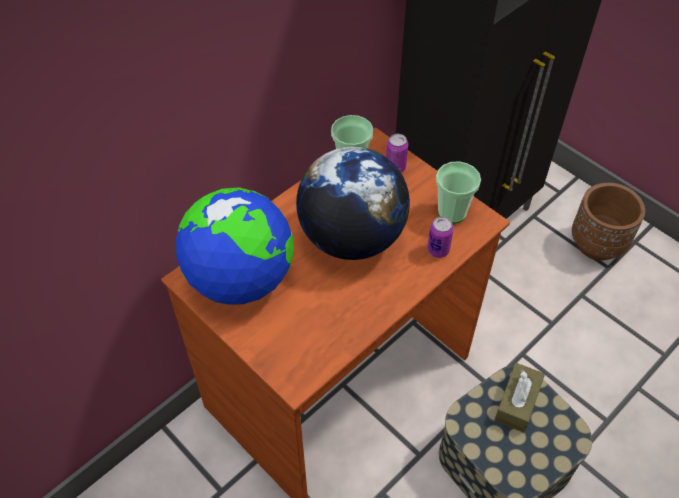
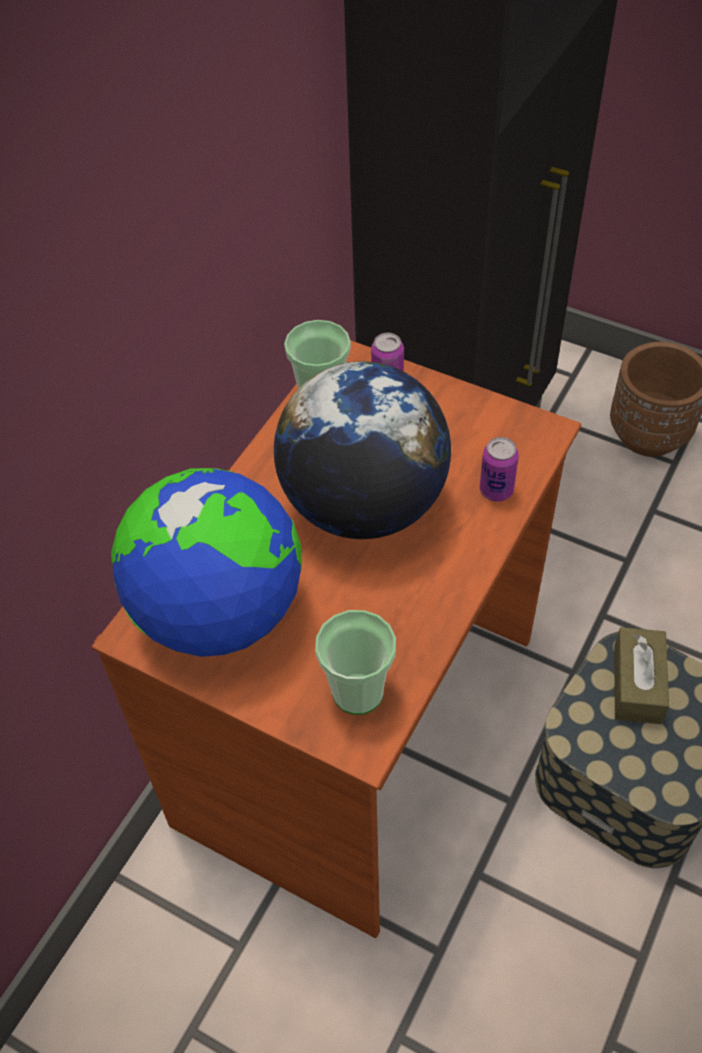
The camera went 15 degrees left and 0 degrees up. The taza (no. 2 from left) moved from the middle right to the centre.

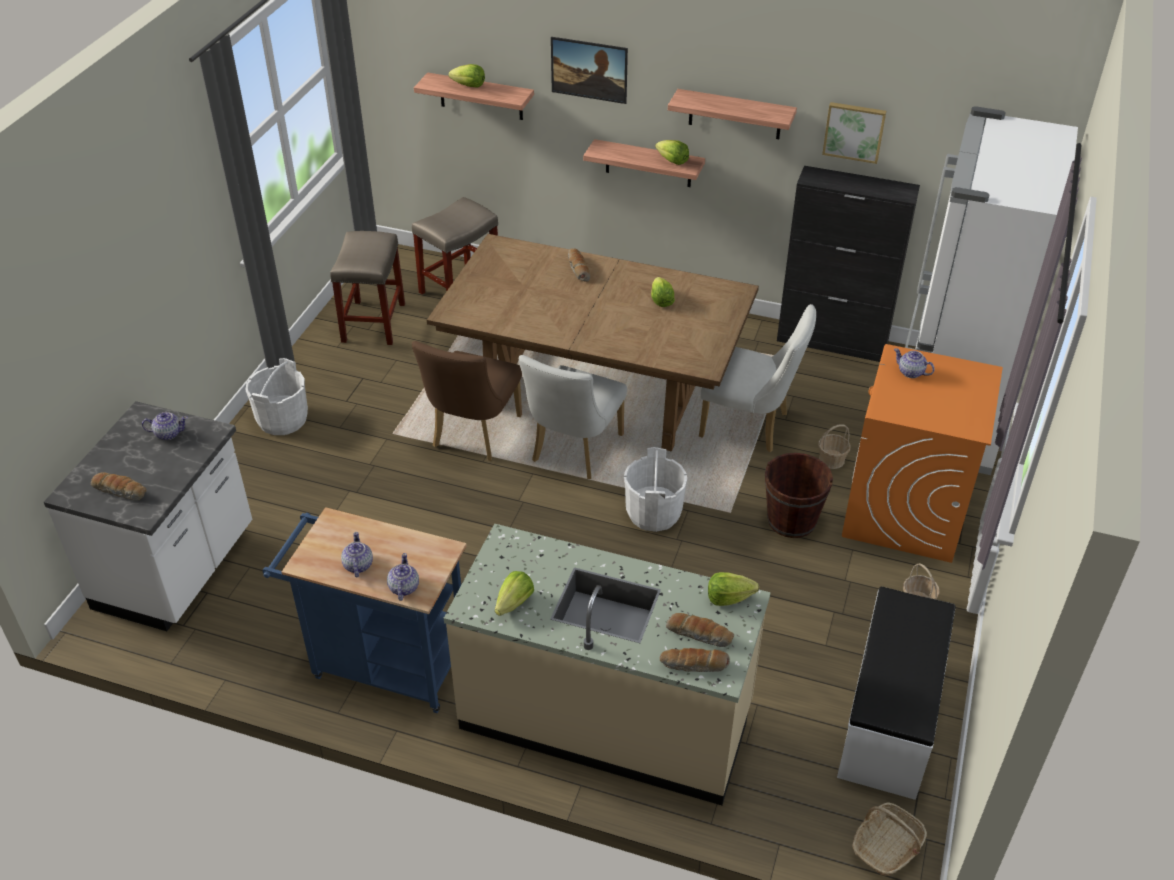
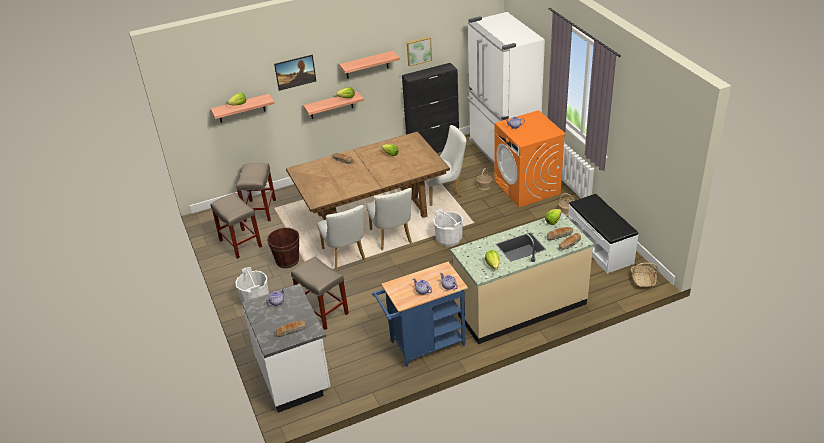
The camera went 40 degrees left and 5 degrees down. The silla (marrón) at the centre became the silla (blanco) (no. 1 from left) at the centre. The cubo (marrón) moved from the middle right to the centre. The taburete (beis) (no. 3 from left) at the centre appeared.

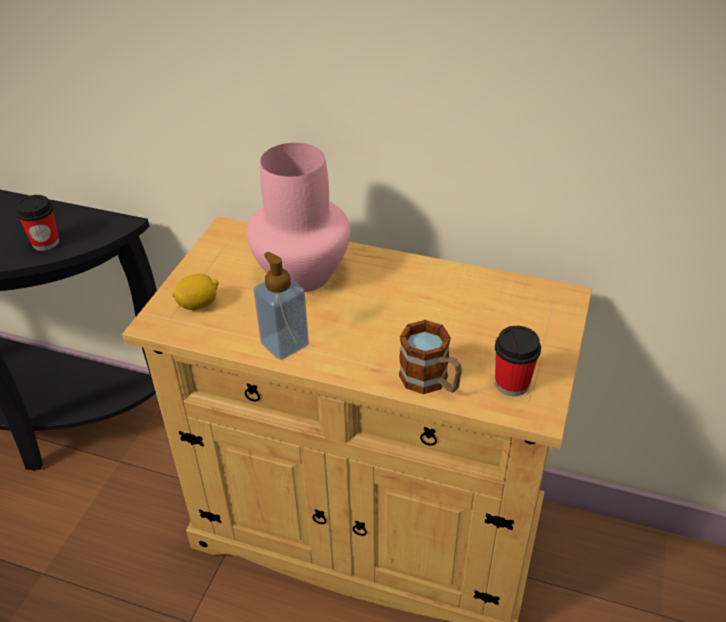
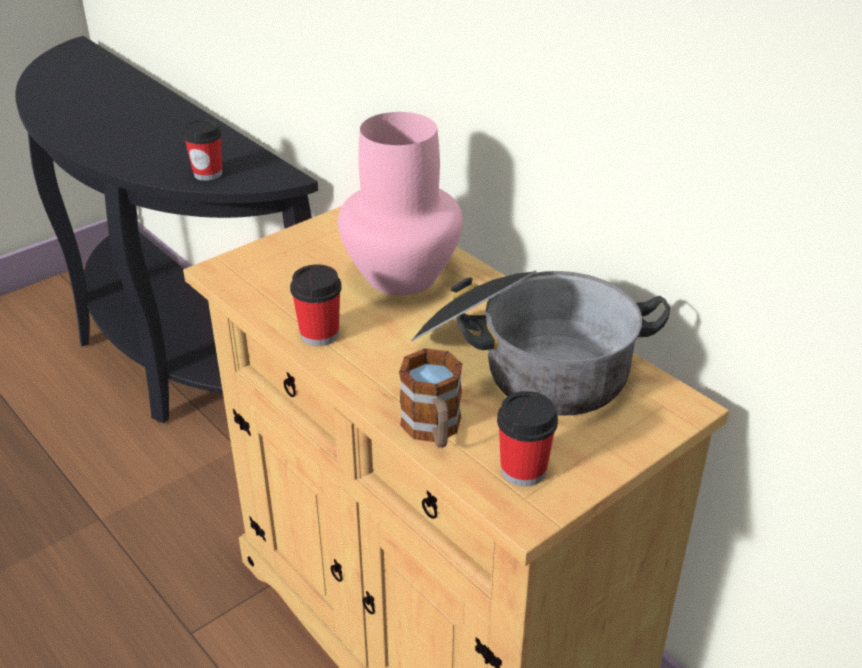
The camera went 30 degrees right and 5 degrees down. The limón at the middle left disappeared. The dispensador de jabón at the centre was replaced by the taza (no. 2 from left) at the centre. The olla at the centre appeared.

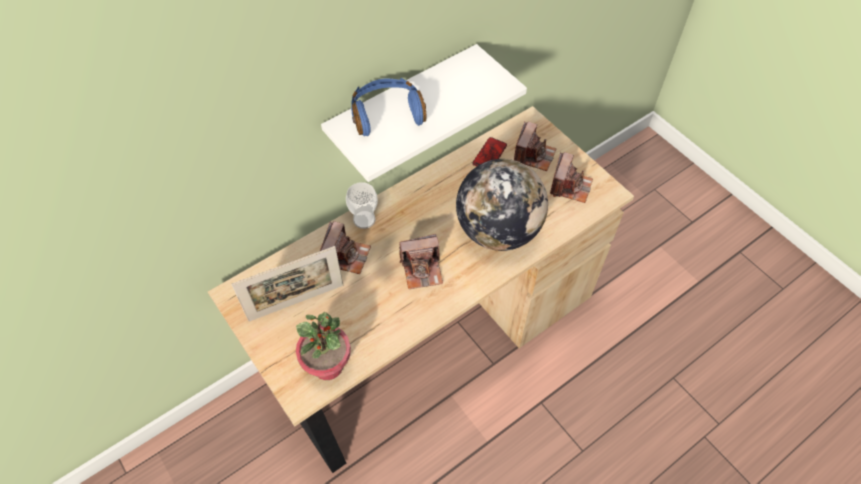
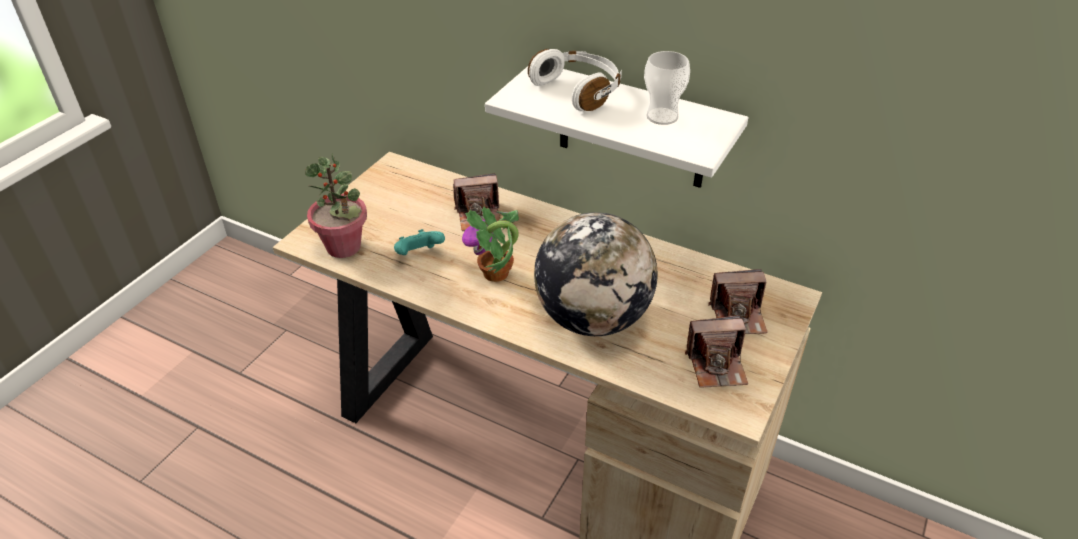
The camera went 65 degrees right and 15 degrees down. The portarretratos at the centre disappeared. The taza moved from the centre to the top centre. The auriculares (azul) at the top centre became the auriculares (blanco) at the top centre. The cámara (no. 2 from left) at the centre was replaced by the planta en maceta (no. 2 from left) at the centre. The móvil at the top centre disappeared. The mando de consola (turquesa) at the centre appeared.

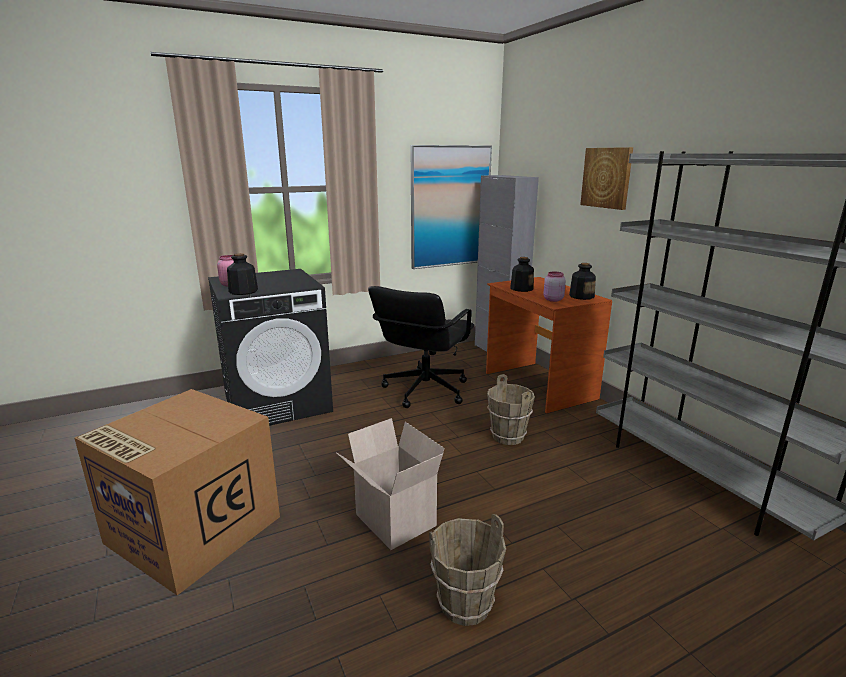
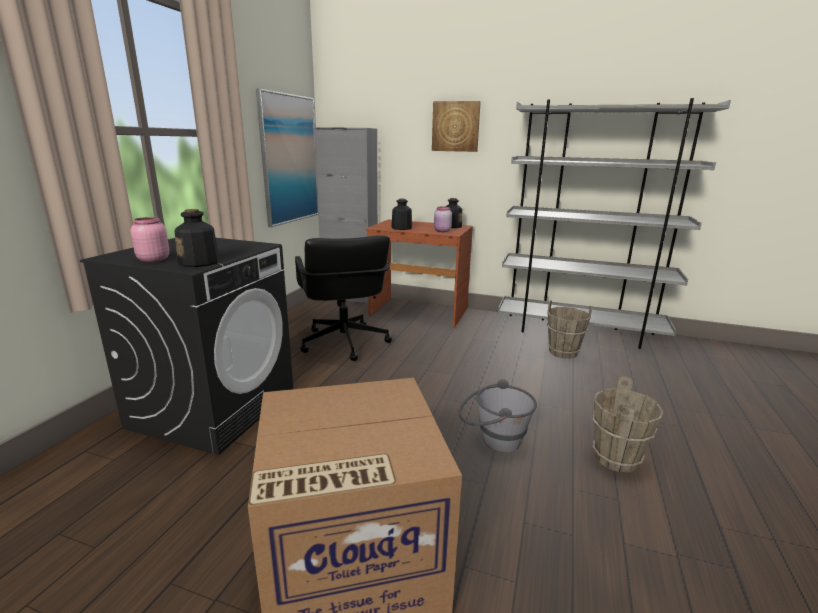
The camera went 45 degrees left and 0 degrees up. The caja de cartón (no. 2 from left) at the bottom centre was replaced by the cubo (gris) at the bottom centre. The cubo (marrón) (no. 2 from left in the first image) moved from the centre to the middle right.

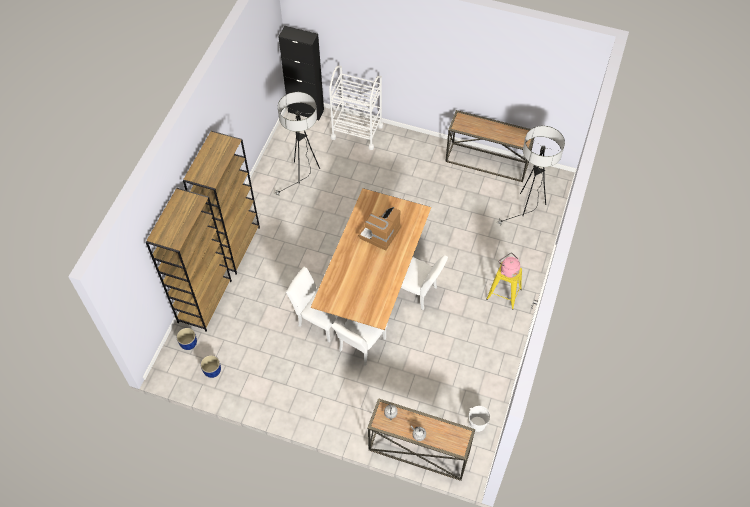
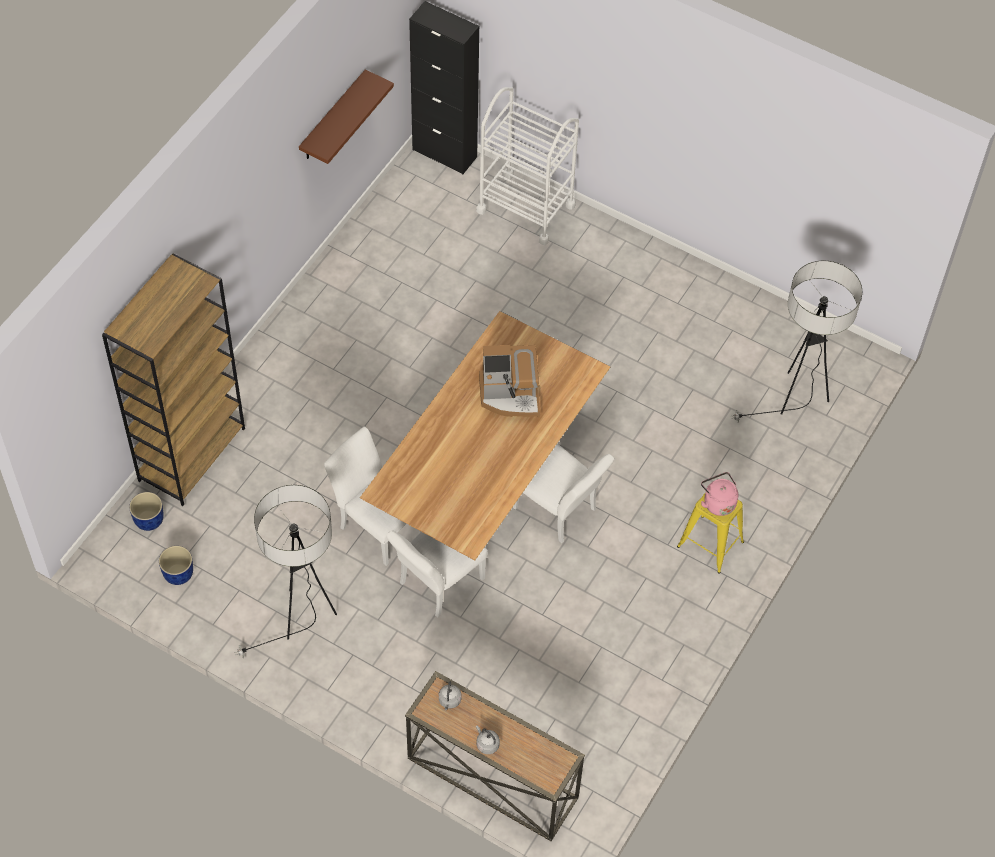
The camera went 10 degrees right and 0 degrees up. The estantería (marrón) (no. 2 from left) at the middle left disappeared. The lámpara de pie (no. 1 from left) moved from the top centre to the middle left. The cafetera at the centre turned 135 degrees counterclockwise. The mesa consola (no. 2 from left) at the top centre disappeared. The cubo (blanco) at the bottom centre disappeared. The estante (marrón) at the top centre appeared.

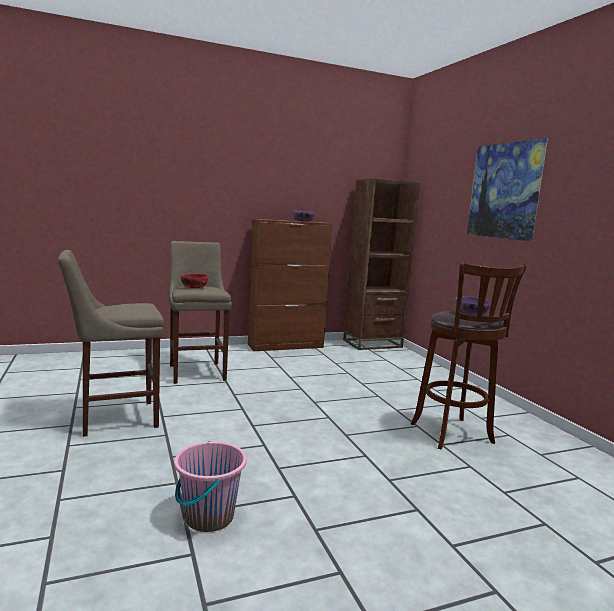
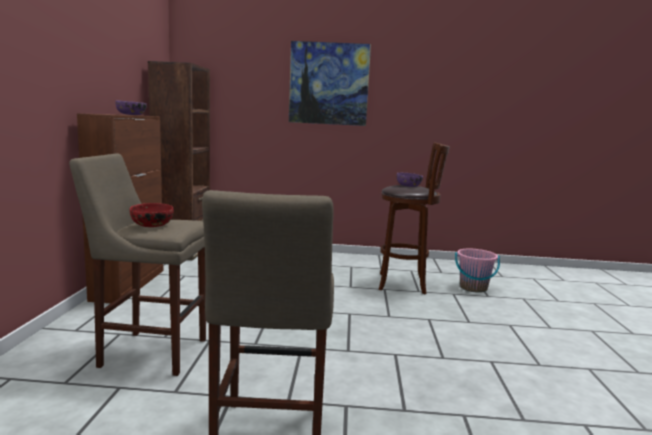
The camera went 65 degrees left and 0 degrees up. The cubo (rosa) moved from the bottom centre to the middle right.

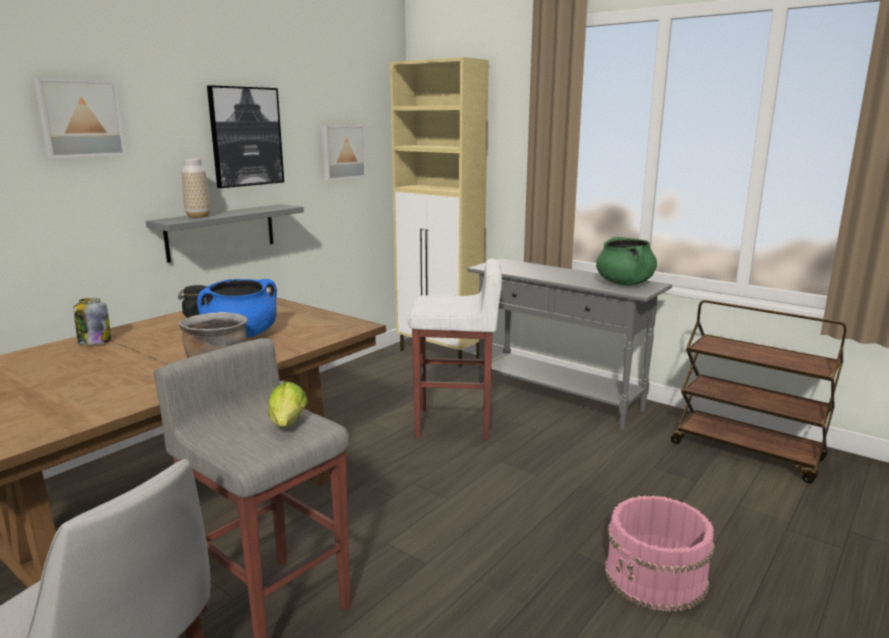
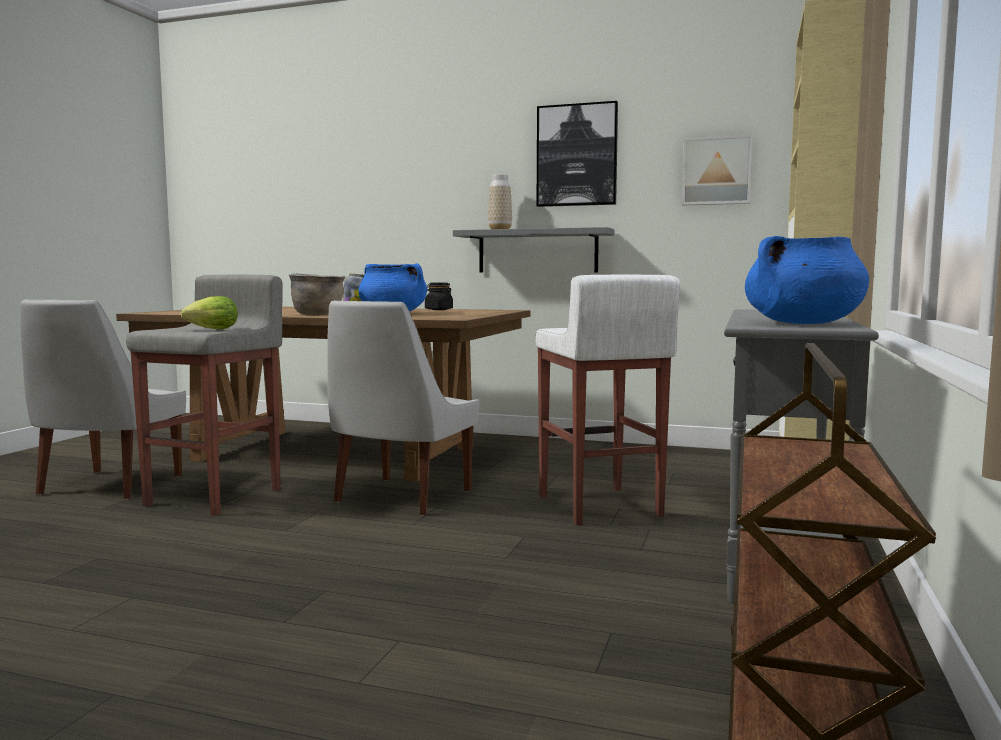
The camera went 70 degrees right and 10 degrees down. The cuadro (no. 1 from left) at the top left disappeared. The olla (verde) at the middle right became the olla (azul) (no. 2 from left) at the middle right. The cubo (rosa) at the bottom right disappeared. The silla (blanco) (no. 2 from left) at the centre appeared.

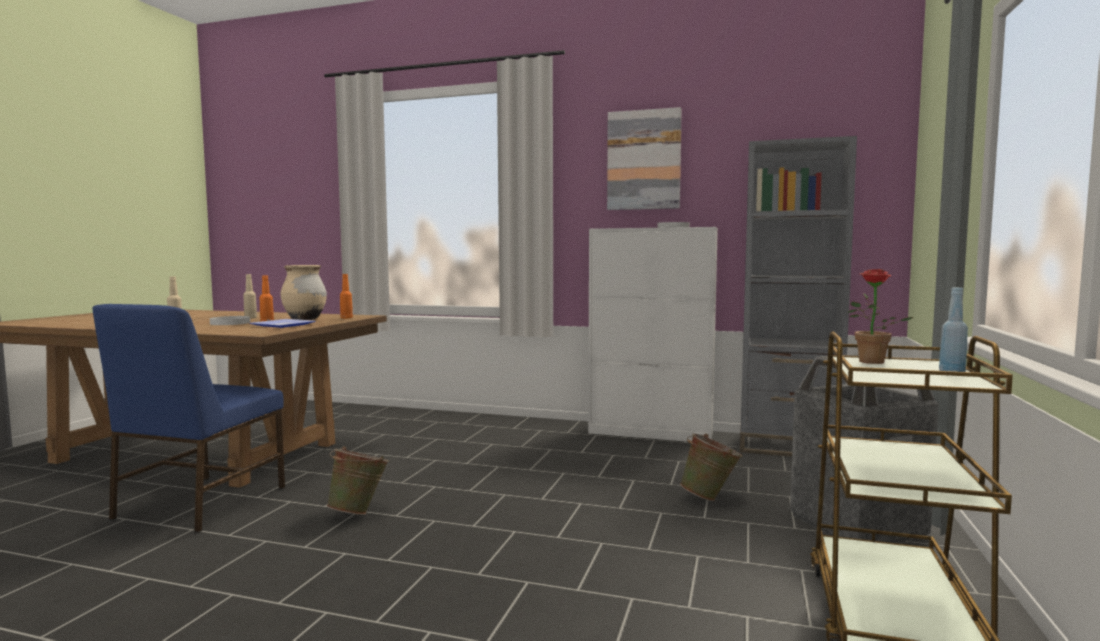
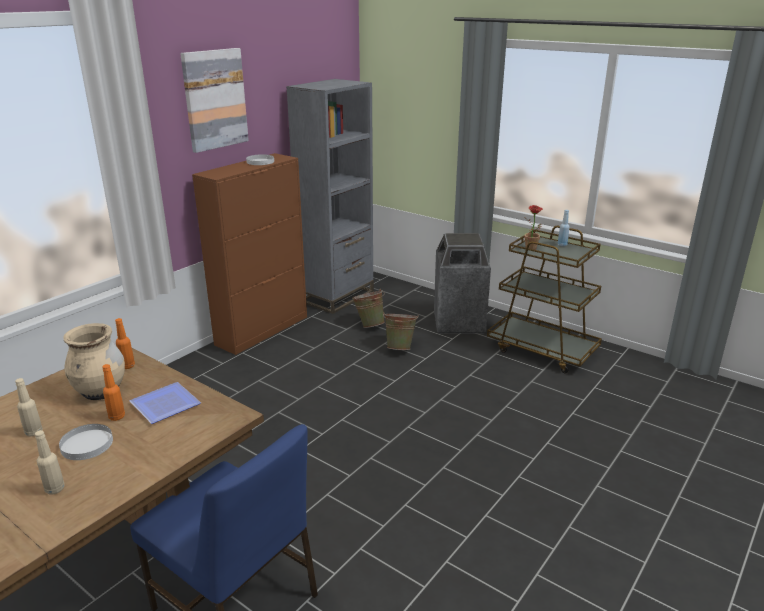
The camera went 70 degrees left and 20 degrees up. The cubo (verde) (no. 1 from left) moved from the bottom left to the centre. The armario (blanco) at the centre became the armario (marrón) at the middle left.

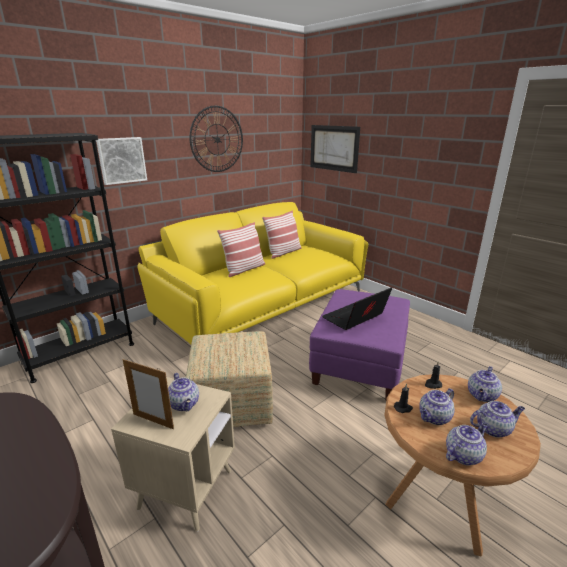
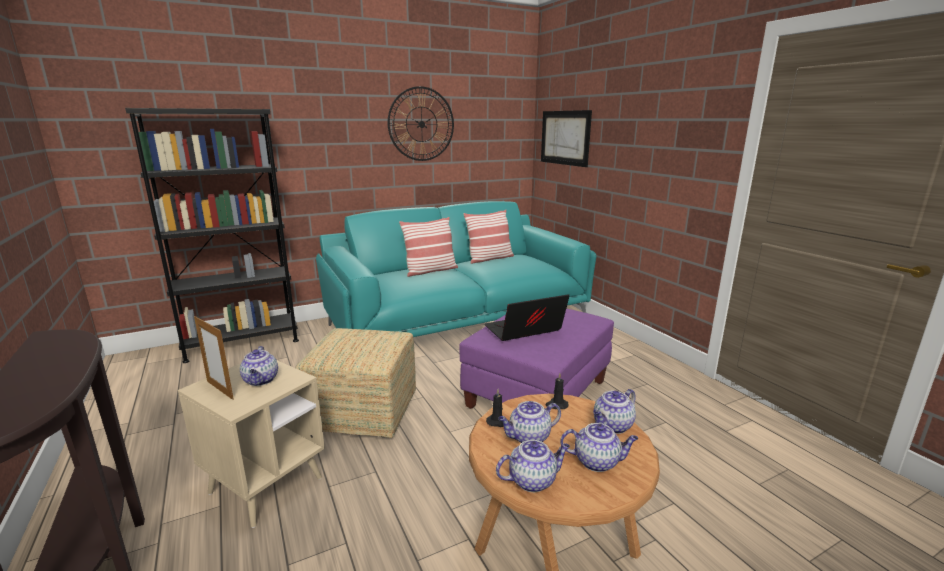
The camera went 15 degrees right and 5 degrees down. The cuadro (no. 1 from left) at the top left disappeared. The sofá (amarillo) at the centre became the sofá (turquesa) at the centre.

